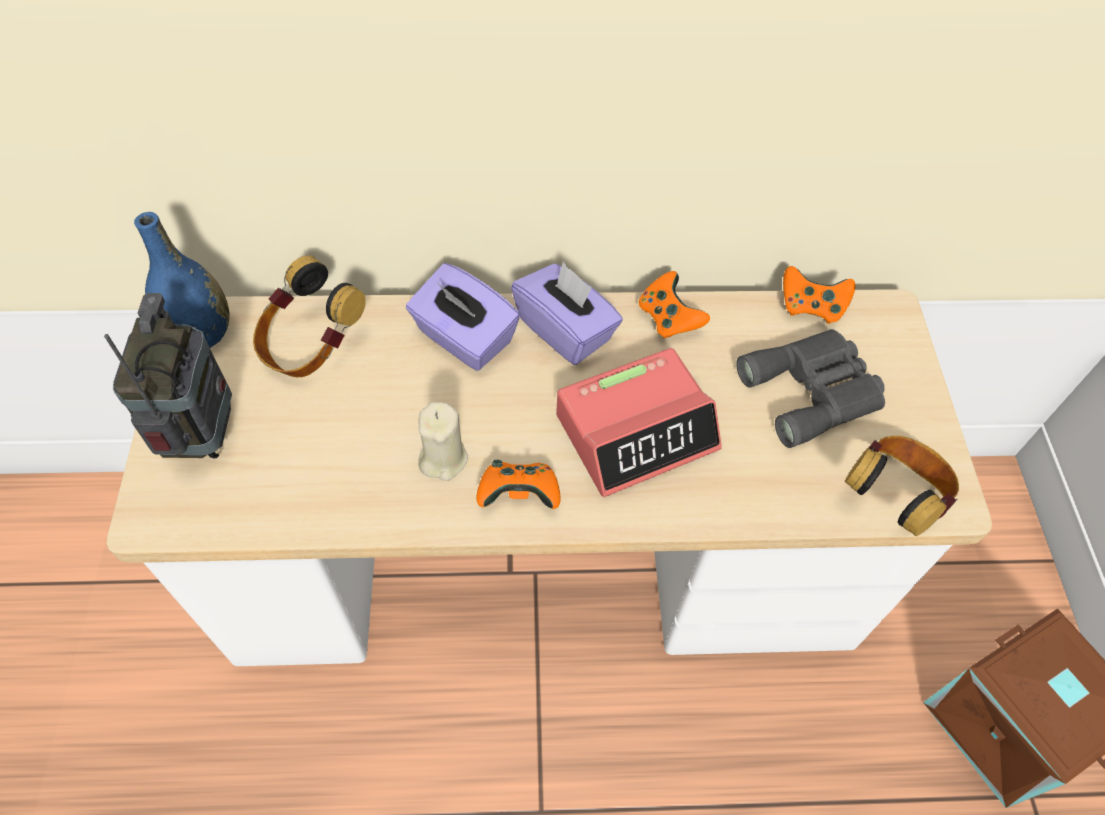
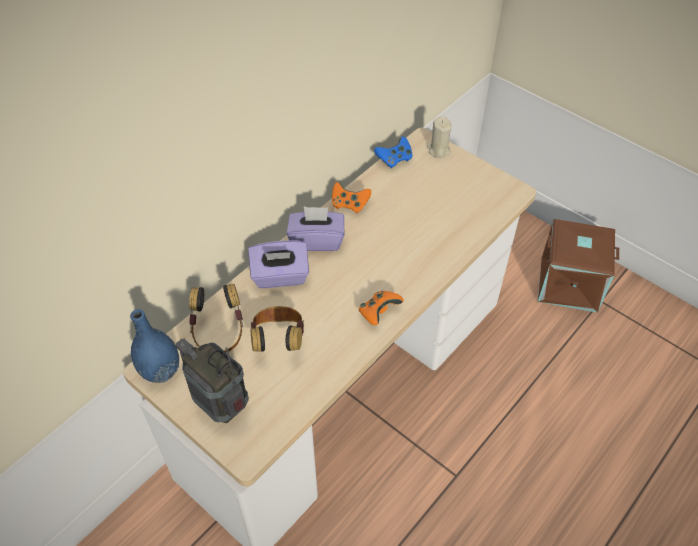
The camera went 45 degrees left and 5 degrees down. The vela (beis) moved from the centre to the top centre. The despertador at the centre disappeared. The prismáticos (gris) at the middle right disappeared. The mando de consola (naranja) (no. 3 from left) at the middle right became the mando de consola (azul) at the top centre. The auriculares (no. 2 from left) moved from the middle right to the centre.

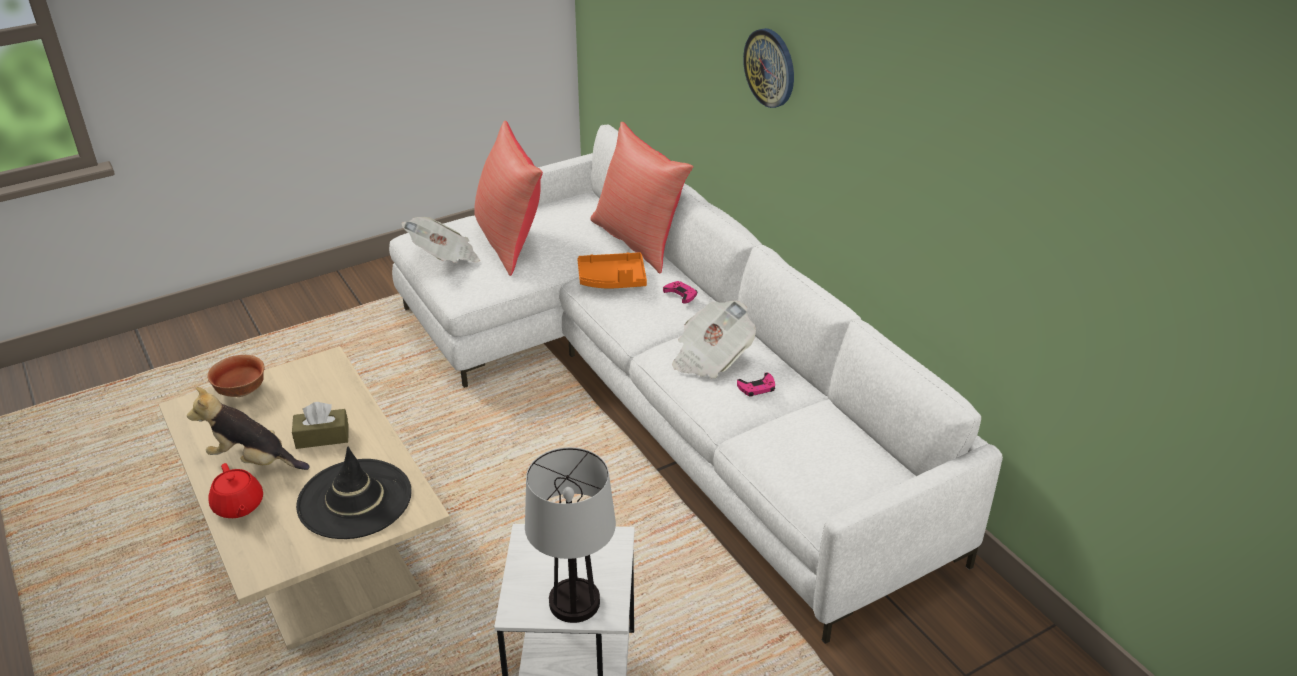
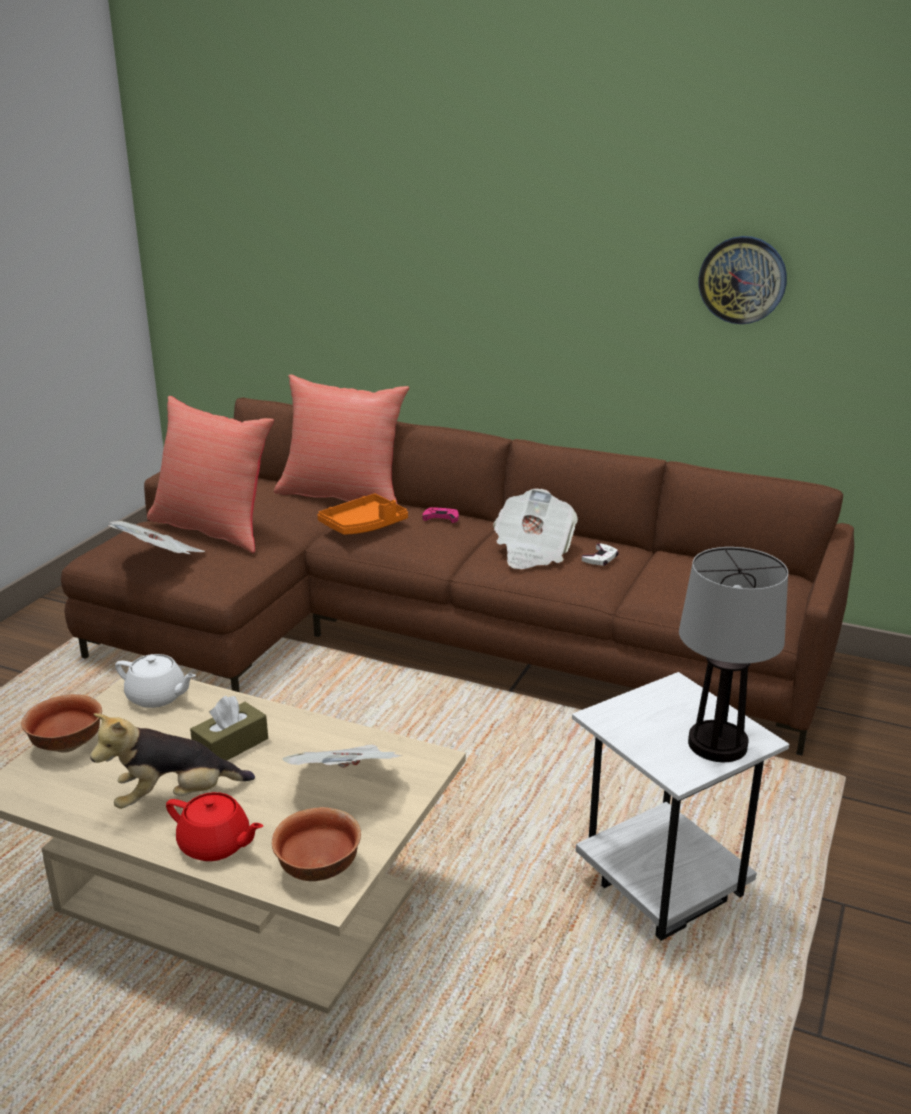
The camera went 35 degrees left and 10 degrees down. The sombrero (negro) at the bottom left was replaced by the periódico (no. 2 from left) at the bottom centre. The sofá (blanco) at the centre became the sofá (marrón) at the centre. The mando de consola (rosa) (no. 2 from left) at the centre became the mando de consola (blanco) at the centre. The reloj de pared moved from the top centre to the top right. The tetera (blanco) at the middle left appeared. The cuenco (no. 2 from left) at the bottom centre appeared.

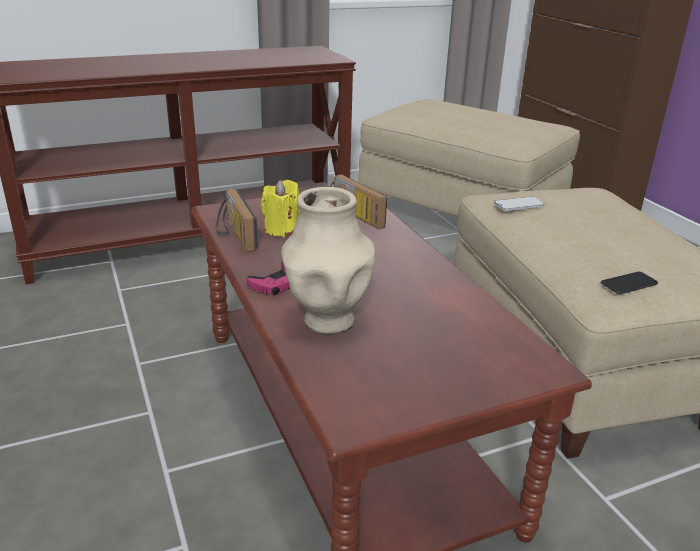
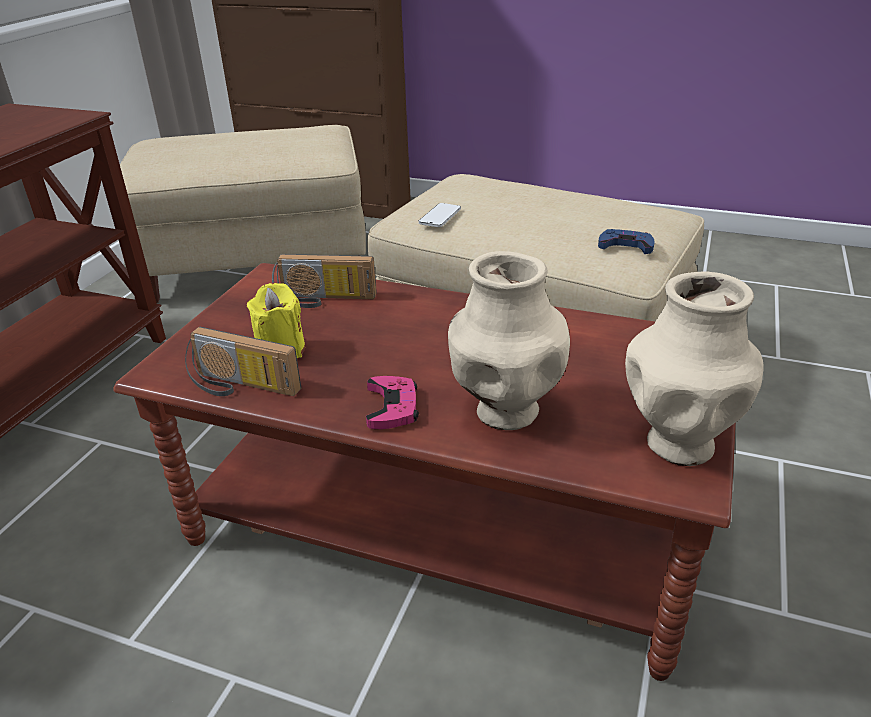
The camera went 45 degrees left and 5 degrees up. The móvil (no. 2 from left) at the middle right was replaced by the mando de consola (azul) at the middle right. The florero (beis) (no. 2 from left) at the middle right appeared.

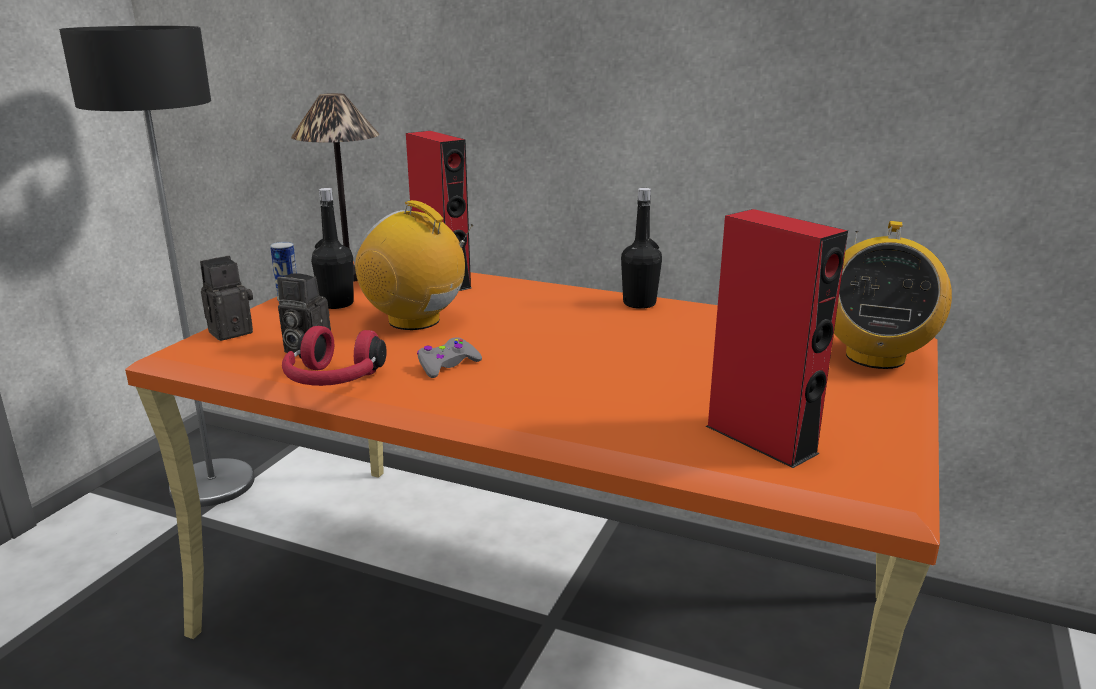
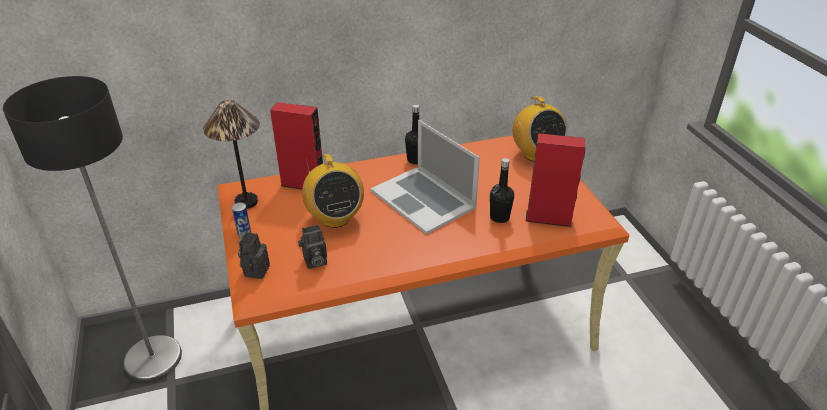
The camera went 40 degrees left and 15 degrees up. The auriculares (rojo) at the middle left disappeared. The botella (negro) (no. 1 from left in the first image) moved from the middle left to the centre. The radio (no. 1 from left) at the centre turned 105 degrees counterclockwise. The mando de consola (gris) at the centre disappeared. The portátil at the centre appeared.

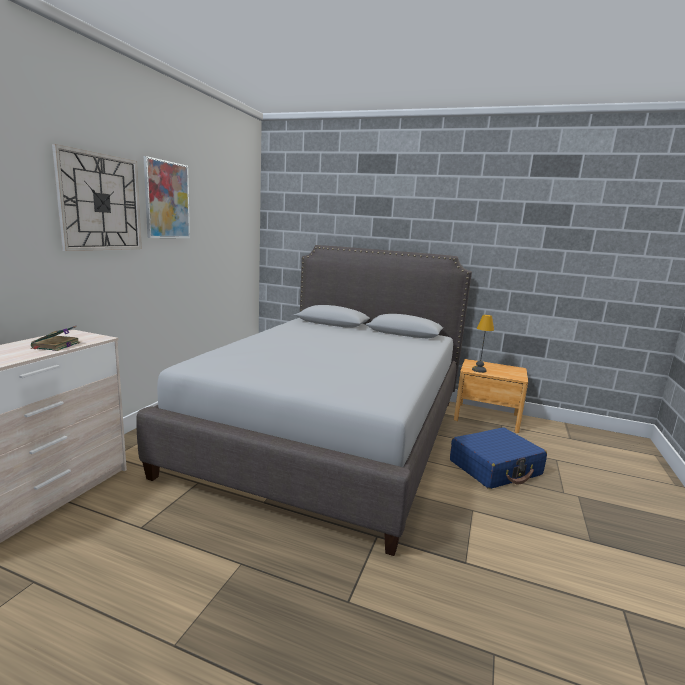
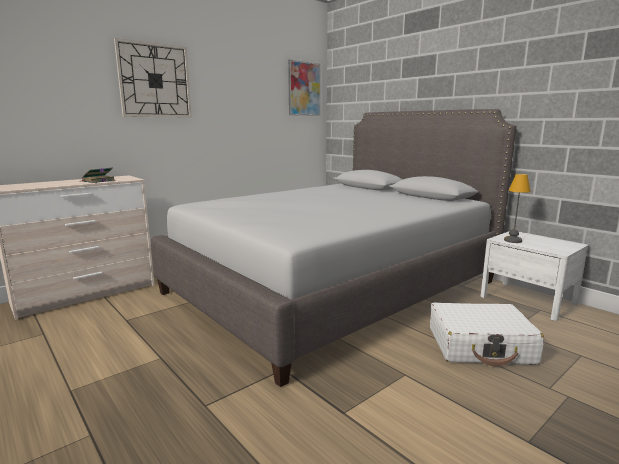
The camera went 30 degrees right and 0 degrees up. The cuadro moved from the top left to the top centre. The maleta (azul) at the bottom right became the maleta (blanco) at the bottom right. The mesita de noche (marrón) at the middle right became the mesita de noche (blanco) at the middle right.

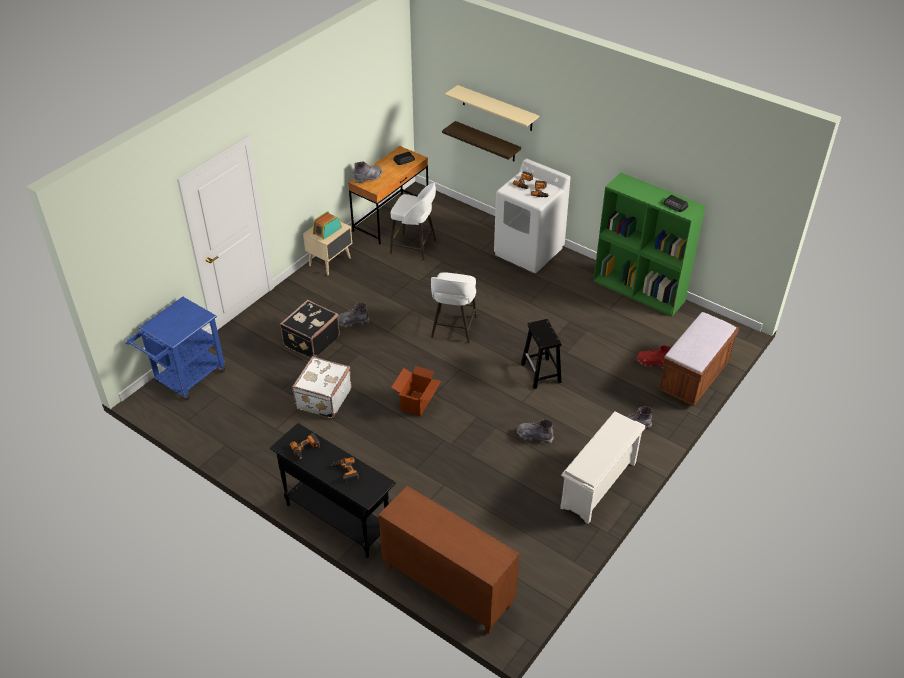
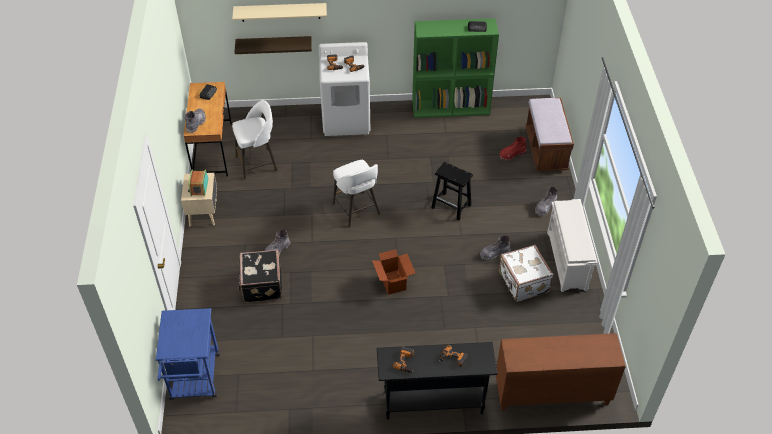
The camera went 40 degrees left and 5 degrees up. The maleta (blanco) moved from the centre to the middle right.

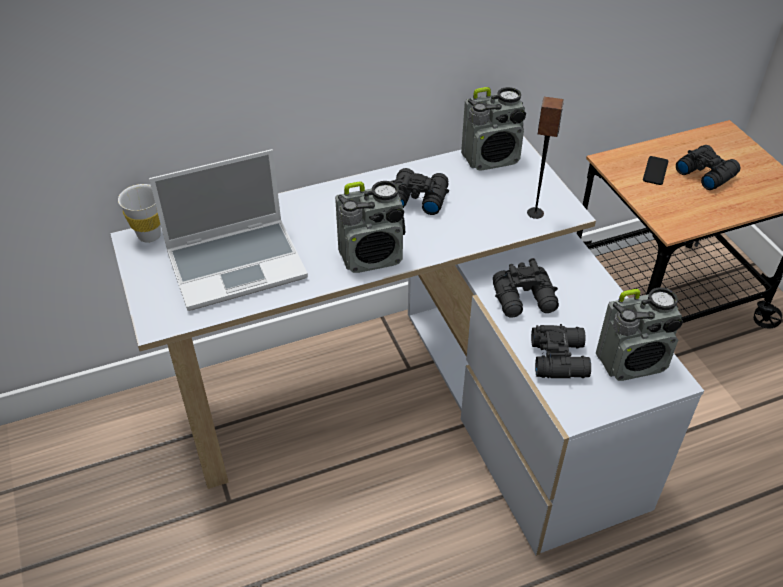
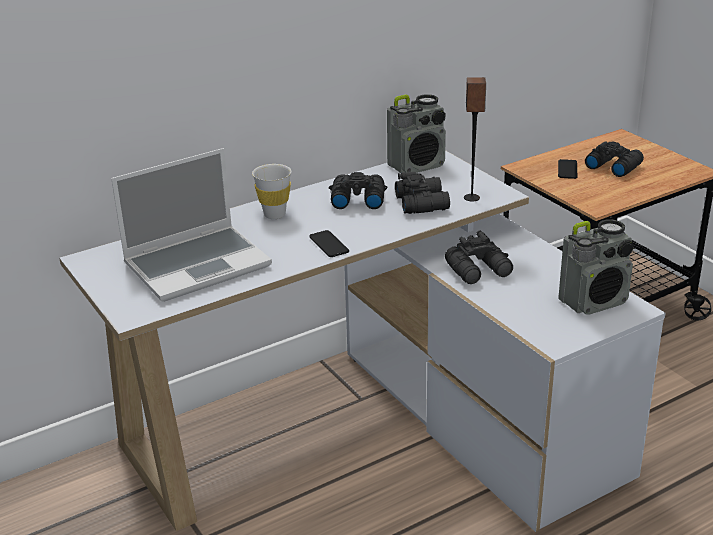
The camera went 10 degrees left and 15 degrees down. The taza (blanco) moved from the middle left to the centre. The radio (no. 1 from left) at the centre was replaced by the móvil (no. 1 from left) at the centre. The prismáticos (negro) (no. 3 from left in the first image) moved from the middle right to the centre.

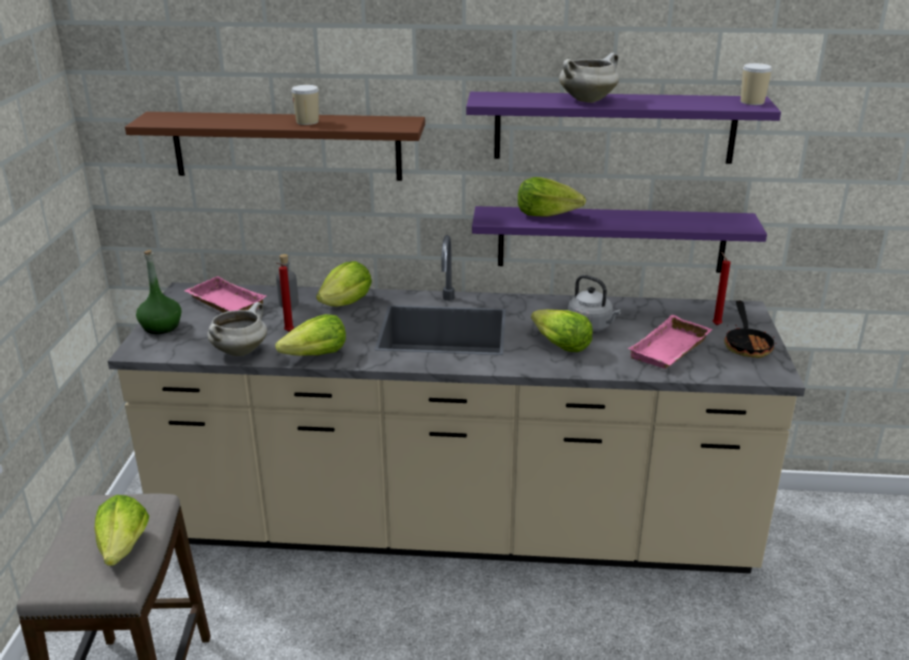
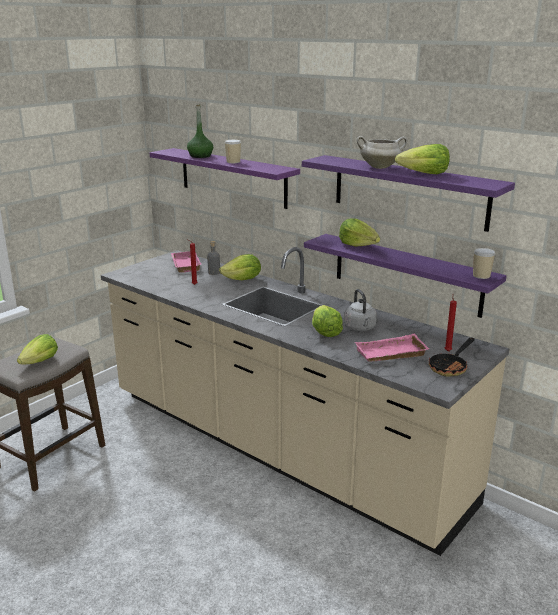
The camera went 35 degrees right and 5 degrees down. The estante (marrón) at the top left became the estante (morado) (no. 1 from left) at the top centre. The botella (verde) moved from the middle left to the top centre. The olla (blanco) (no. 1 from left) at the middle left disappeared. The lechuga (no. 2 from left in the first image) moved from the centre to the top right. The taza (no. 2 from left) moved from the top right to the middle right.

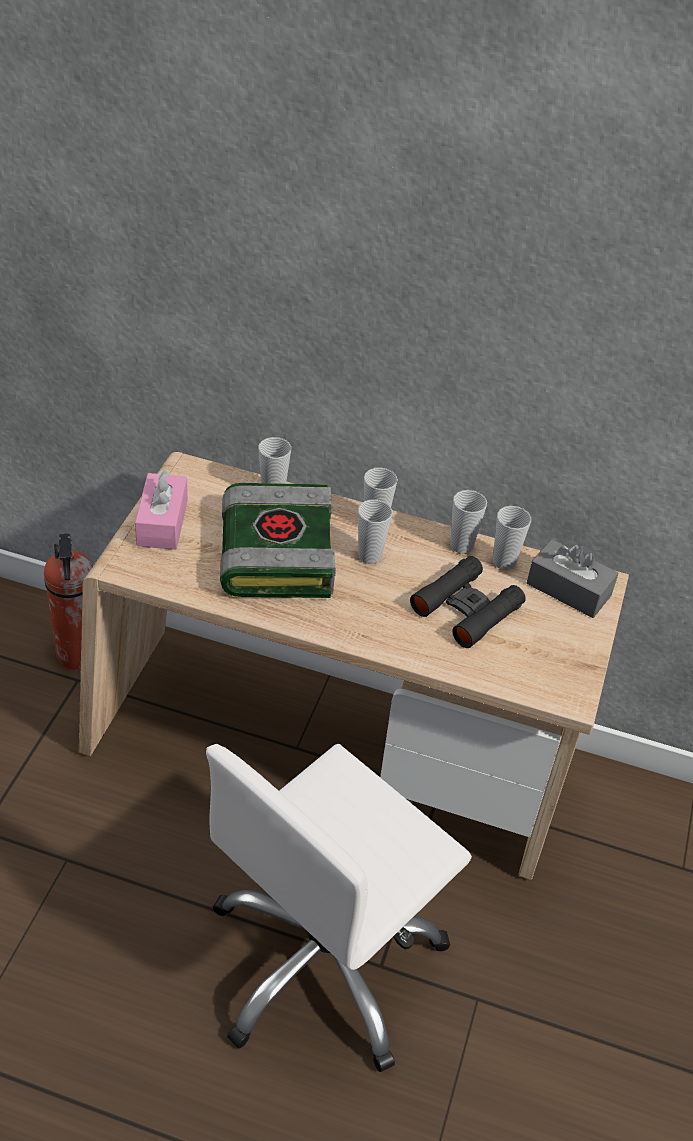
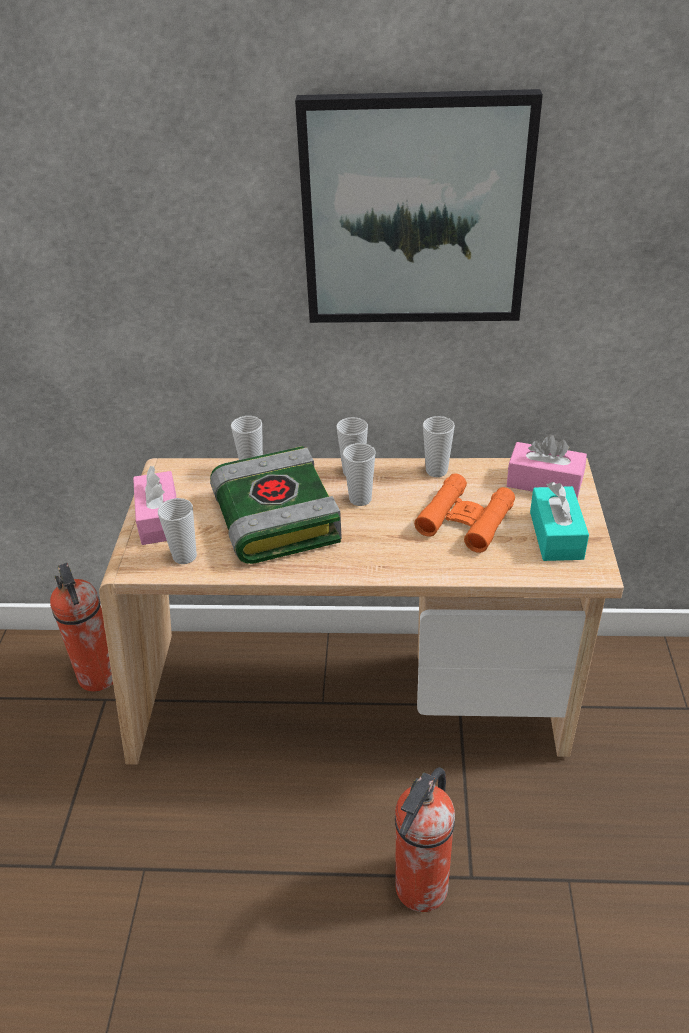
The camera went 10 degrees left and 5 degrees down. The silla de oficina (blanco) at the bottom centre was replaced by the extintor (no. 2 from left) at the bottom centre. The prismáticos (negro) at the middle right became the prismáticos (naranja) at the middle right. The taza (no. 5 from left in the first image) moved from the middle right to the middle left. The caja de pañuelos (gris) at the middle right became the caja de pañuelos (rosa) (no. 2 from left) at the middle right. The cuadro at the top centre appeared. The caja de pañuelos (turquesa) at the middle right appeared.

